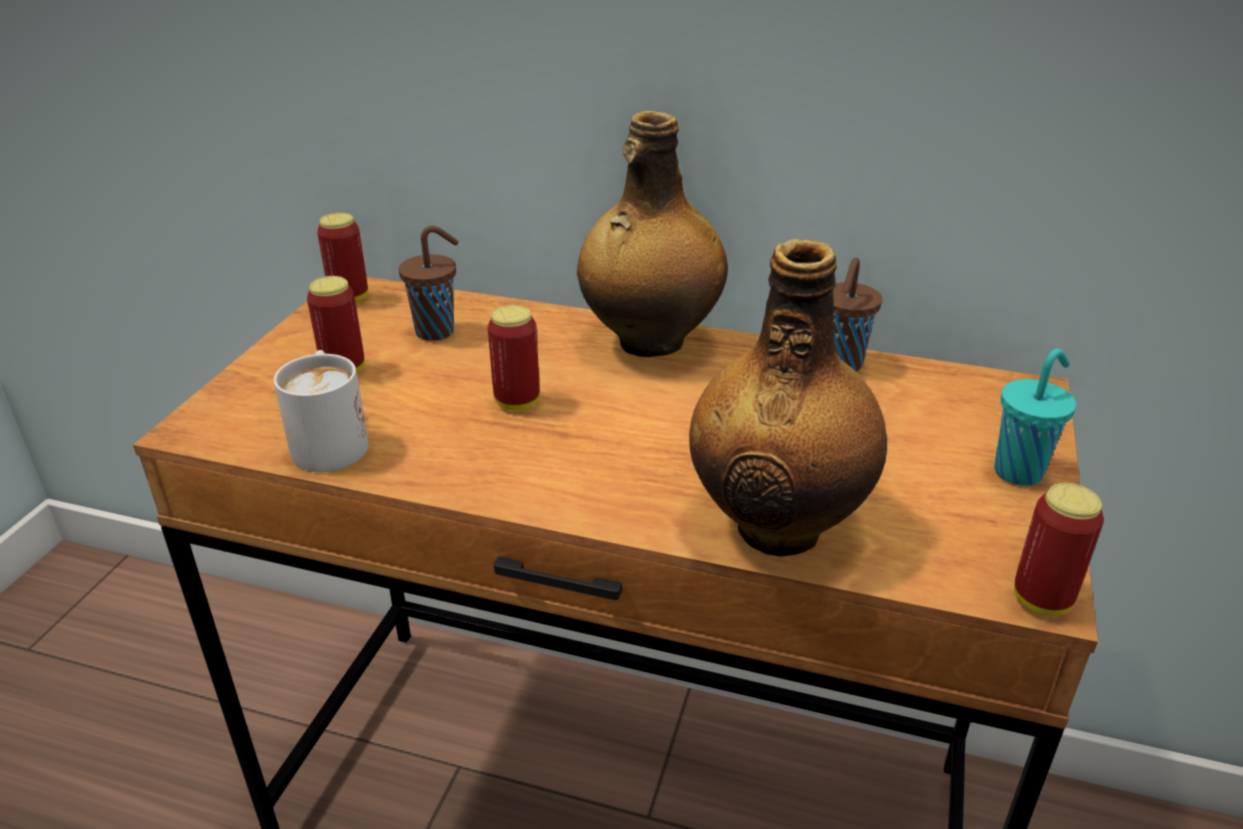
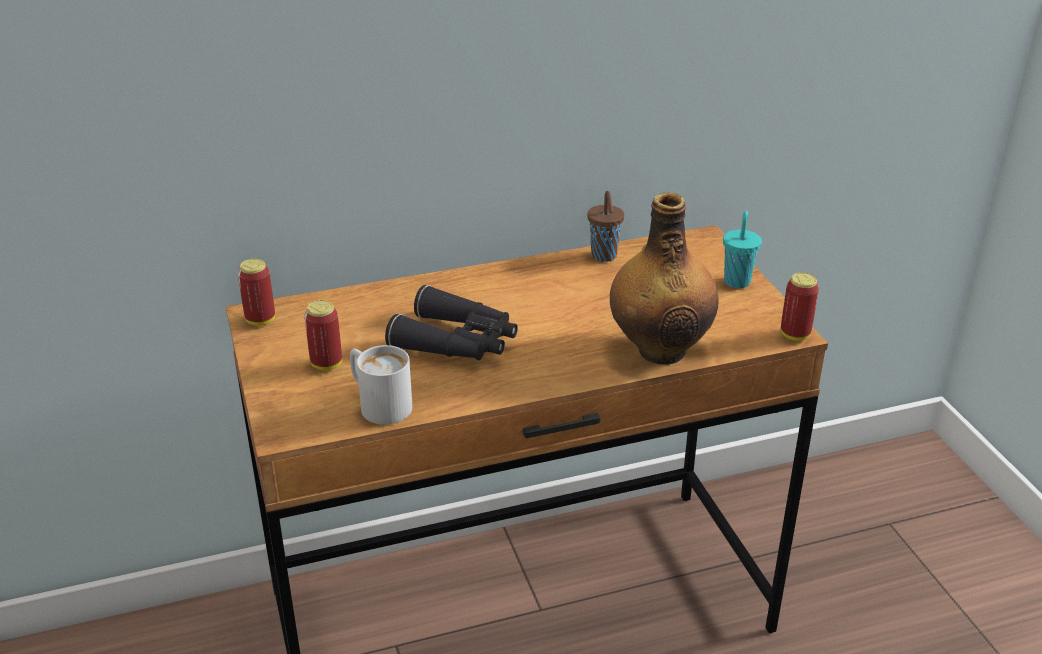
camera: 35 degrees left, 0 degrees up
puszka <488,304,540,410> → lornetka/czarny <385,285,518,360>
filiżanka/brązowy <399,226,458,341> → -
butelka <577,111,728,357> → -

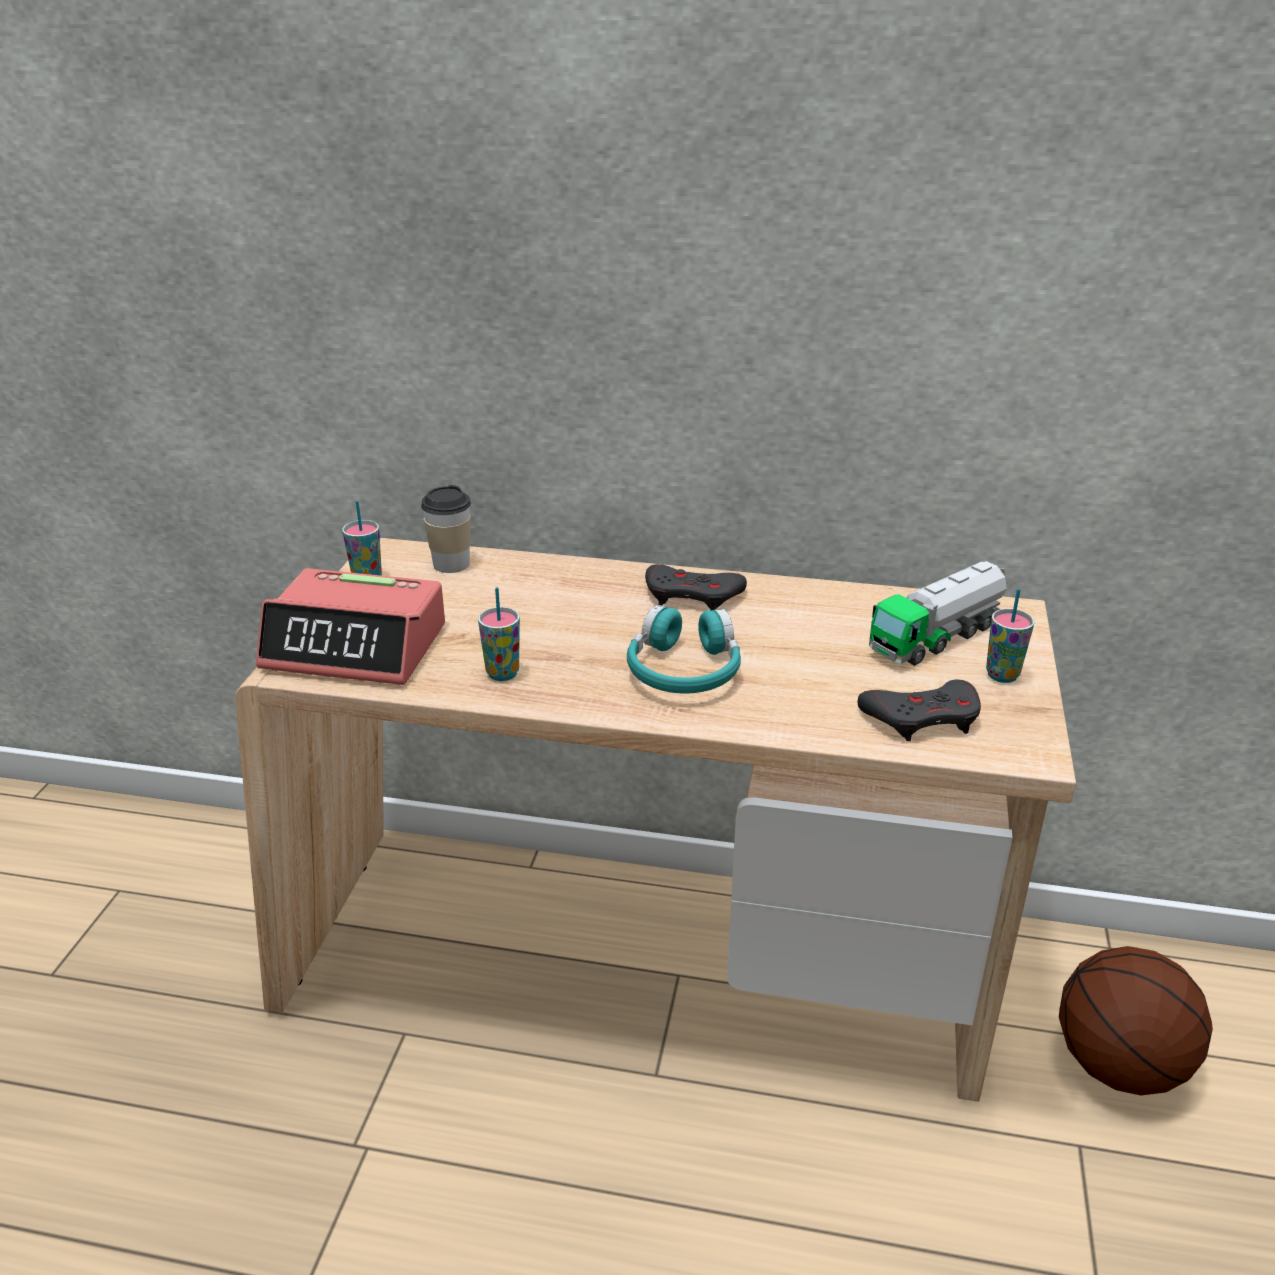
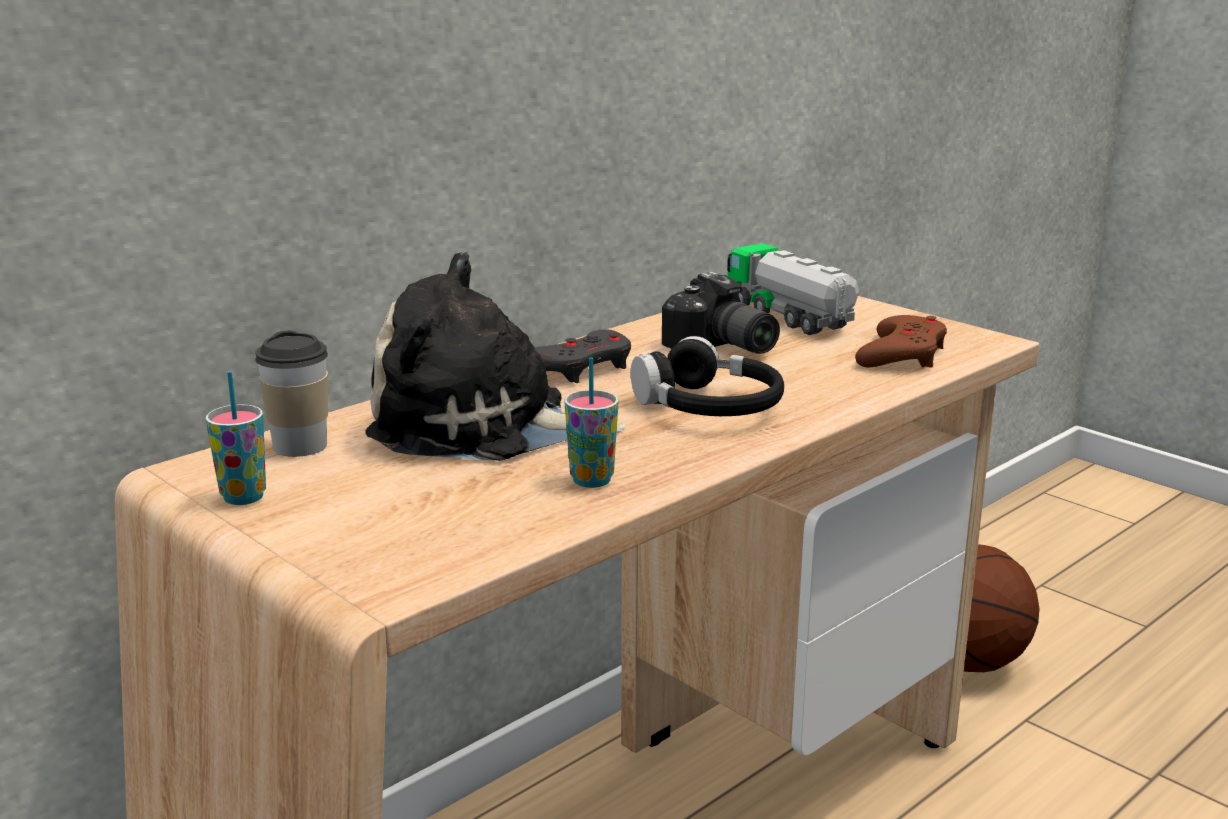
camera: 55 degrees left, 10 degrees down
- → pluszak <365,251,626,461>
słuchawki/turkusowy <627,605,741,694> → słuchawki/czarny <631,336,784,416>
- → aparat fotograficzny <662,272,780,354>
ciężarówka zabawkowa <869,561,1007,666> → ciężarówka zabawkowa <727,244,859,335>, 150 degrees clockwise
pad do gier/szary <858,680,981,741> → pad do gier/brązowy <855,315,947,368>
budzik <256,568,445,685> → -
filiżanka <986,589,1035,683> → -

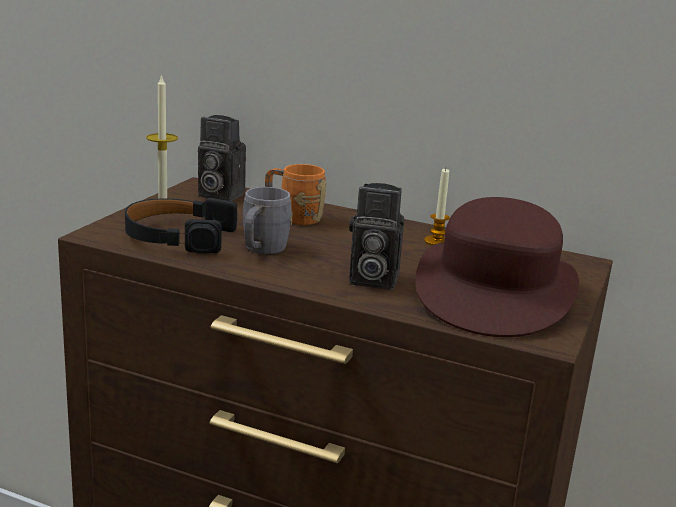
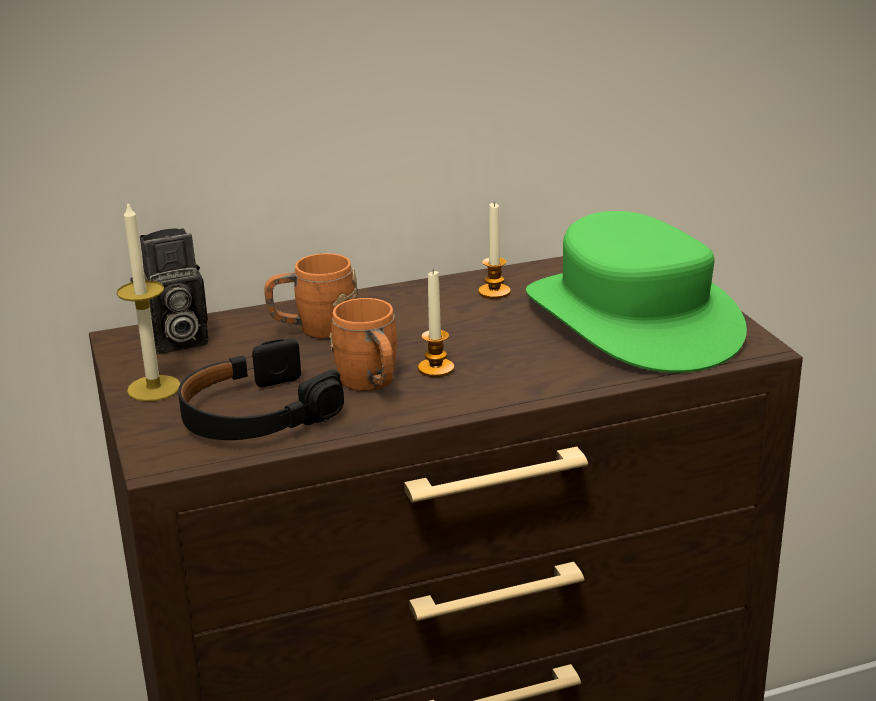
camera: 40 degrees left, 5 degrees up
kubek/szary <243,187,293,254> → kubek/pomarańczowy <329,298,397,391>
- → świeca <418,271,454,377>
kapelusz/brązowy <415,197,579,337> → kapelusz/zielony <526,211,747,373>
aparat fotograficzny <349,183,404,290> → -

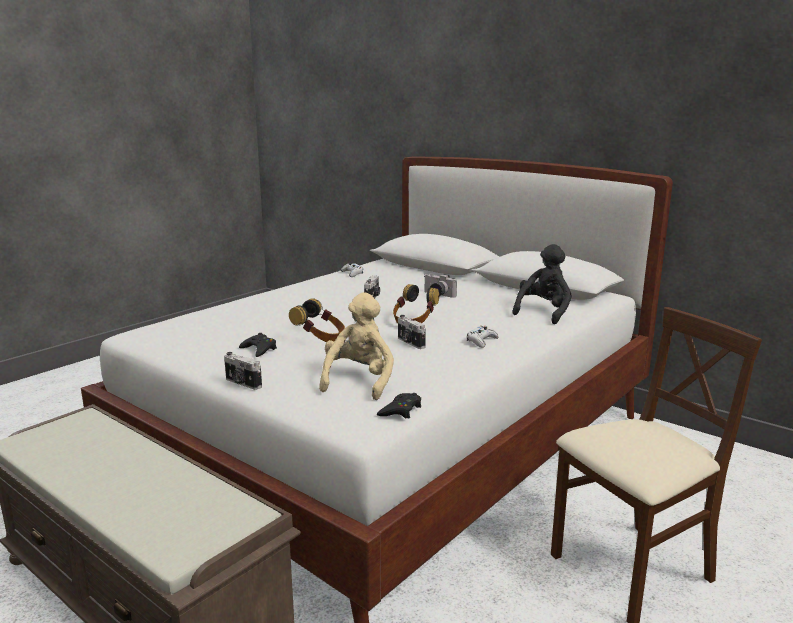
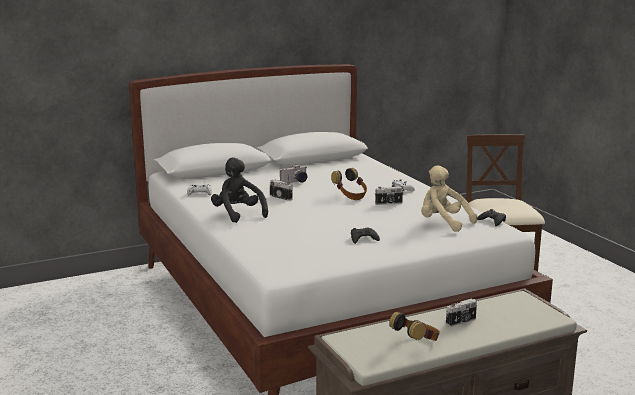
camera: 65 degrees left, 0 degrees up
pluszak/czarny <512,244,572,324> → pluszak/czarny <211,158,268,223>, shifted
słuchawki <289,298,345,342> → słuchawki <389,312,440,341>, shifted
aparat fotograficzny <224,352,262,390> → aparat fotograficzny <446,298,477,327>, shifted

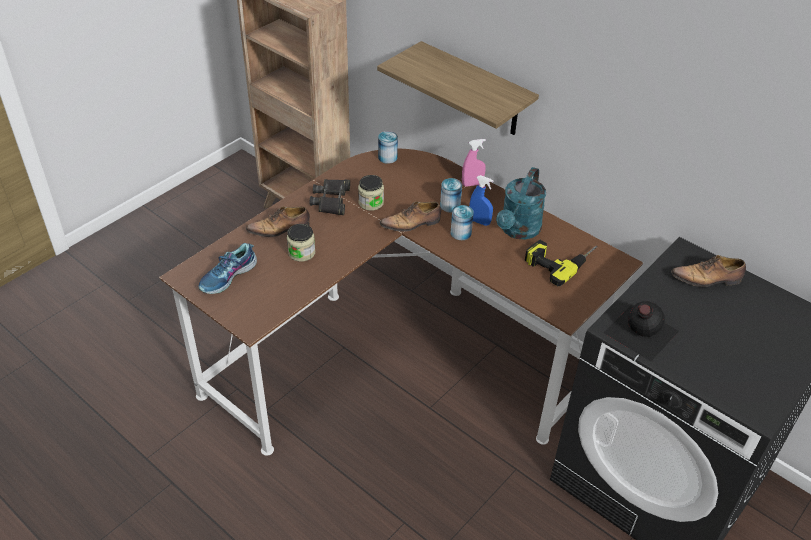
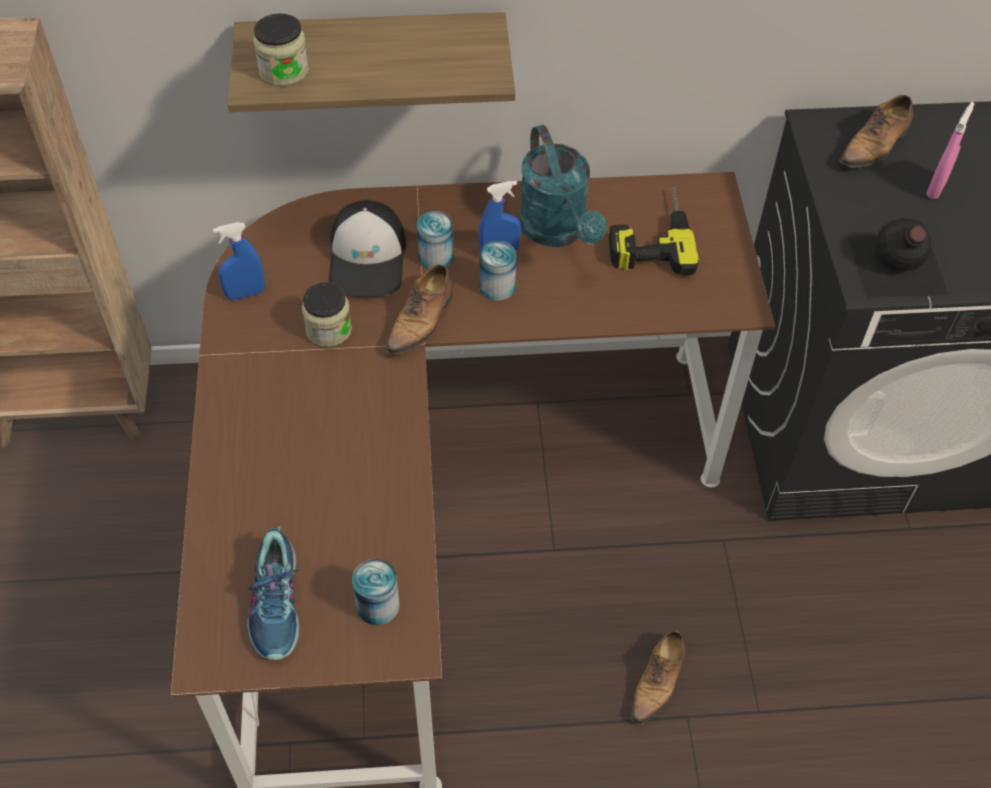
camera: 45 degrees left, 10 degrees up
- → spryskiwacz/niebieski <213,222,265,300>
słoik <287,224,315,262> → słoik <253,13,309,86>, shifted
- → czapka z daszkiem <329,200,406,297>
puszka <378,131,398,164> → puszka <352,559,400,625>, shifted
but <246,207,310,237> → but <630,631,686,725>, shifted
spryskiwacz/różowy <462,139,486,187> → spryskiwacz/różowy <926,102,975,199>, shifted
lornetka/czarny <310,179,350,215> → -

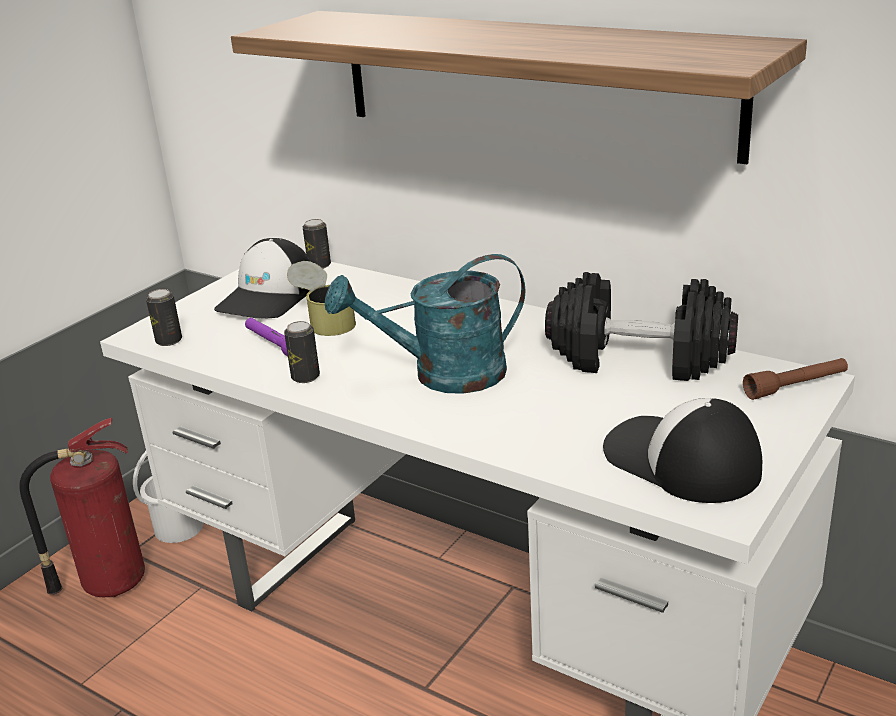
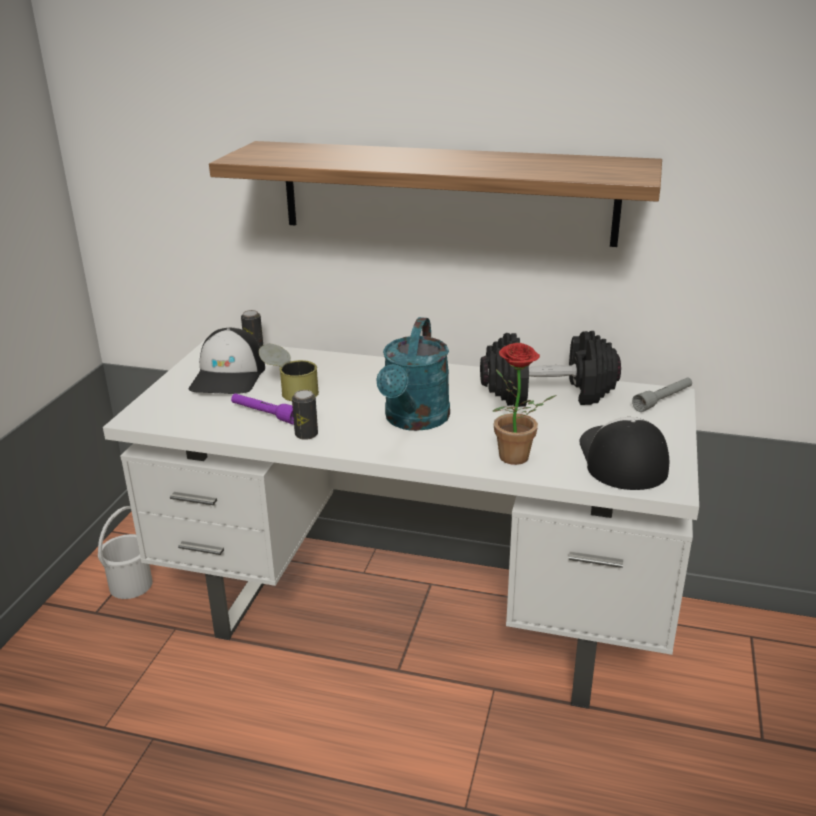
camera: 20 degrees left, 0 degrees up
konewka/turkusowy <325,254,525,394> → konewka/turkusowy <376,317,450,431>, 45 degrees counterclockwise
- → roślina doniczkowa <493,343,556,465>
czapka z daszkiem <603,398,762,503> → czapka z daszkiem <579,417,669,490>, 60 degrees clockwise
latarka/brązowy <743,358,848,400> → latarka/szary <632,377,692,412>
gaśnica <20,418,145,597> → -
puszka <146,289,182,346> → -

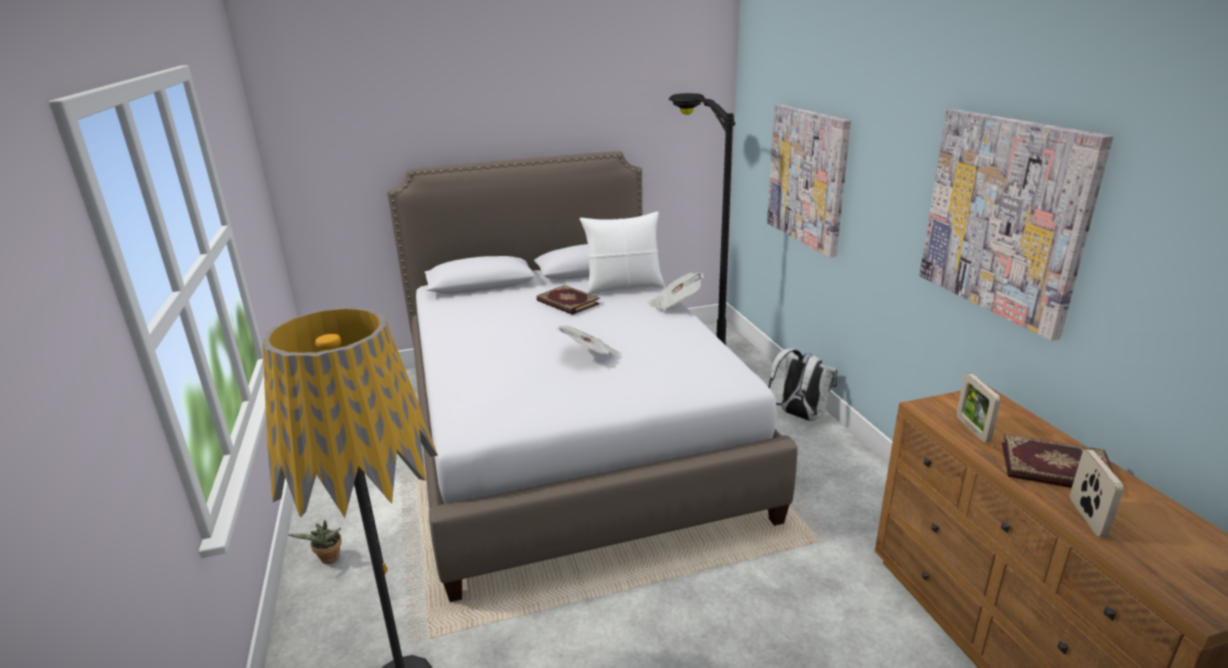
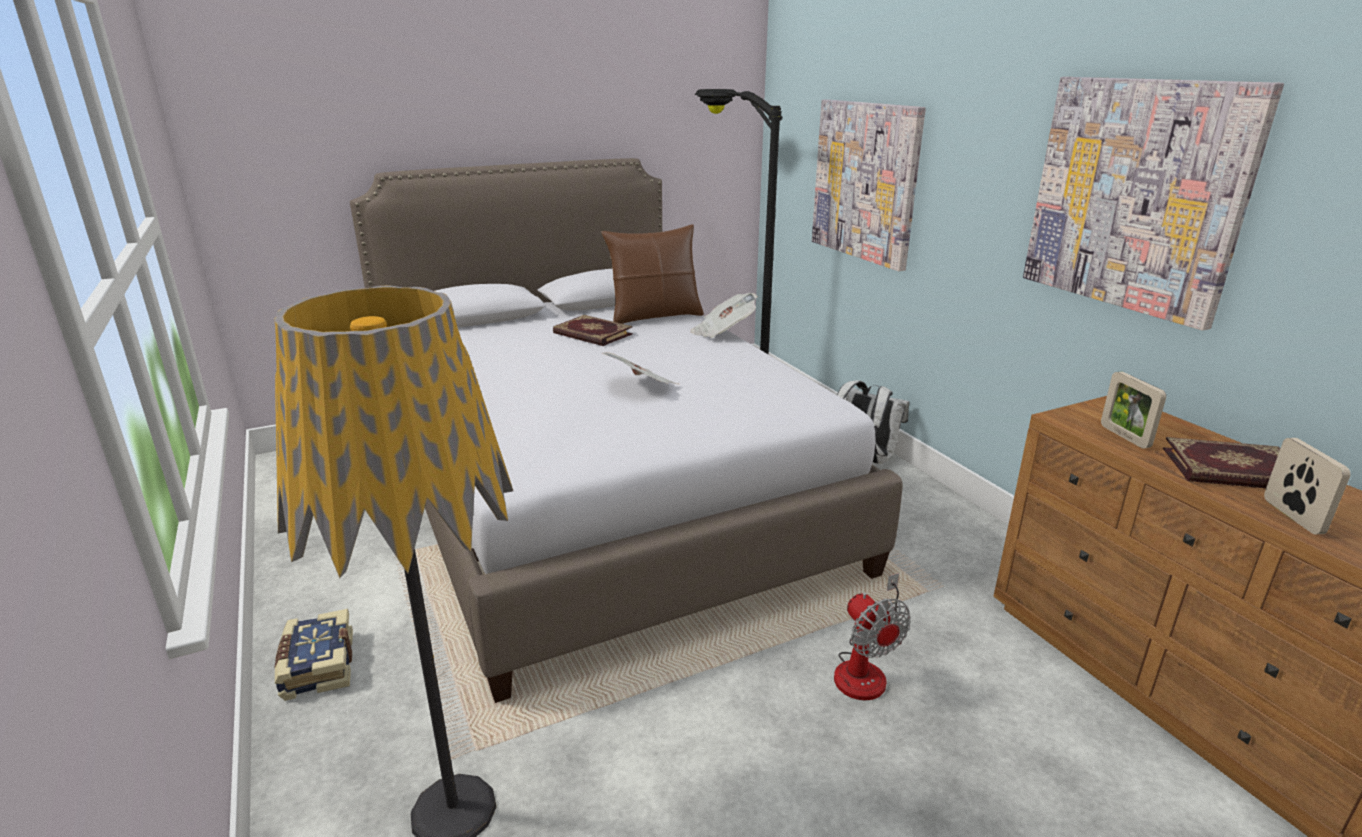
camera: 10 degrees left, 0 degrees up
roślina doniczkowa <288,520,342,564> → książka <275,609,353,701>
poduszka/biały <580,212,665,294> → poduszka/brązowy <601,224,704,324>
- → wentylator <834,573,911,700>

